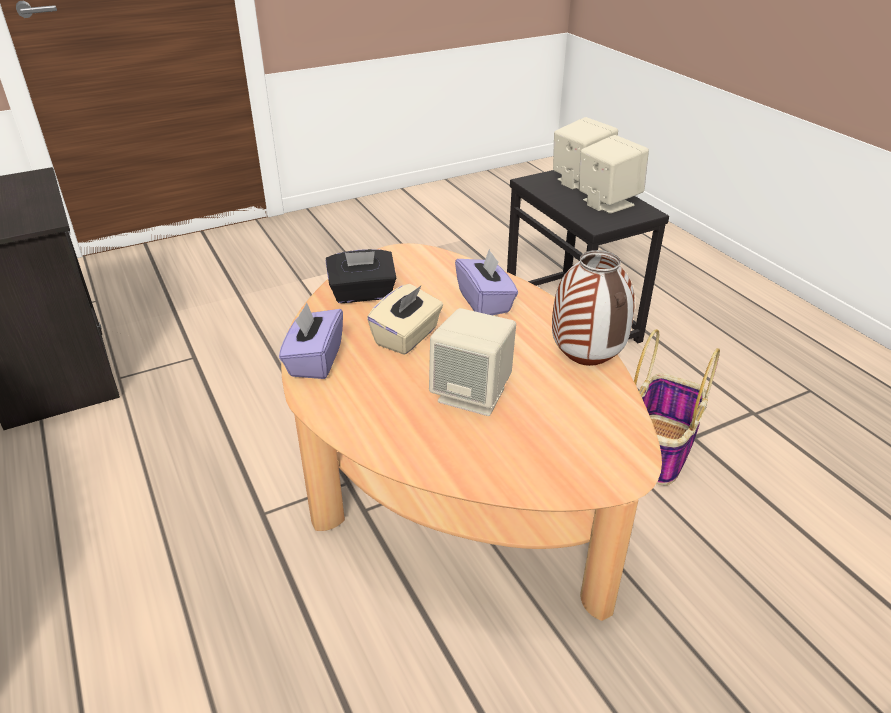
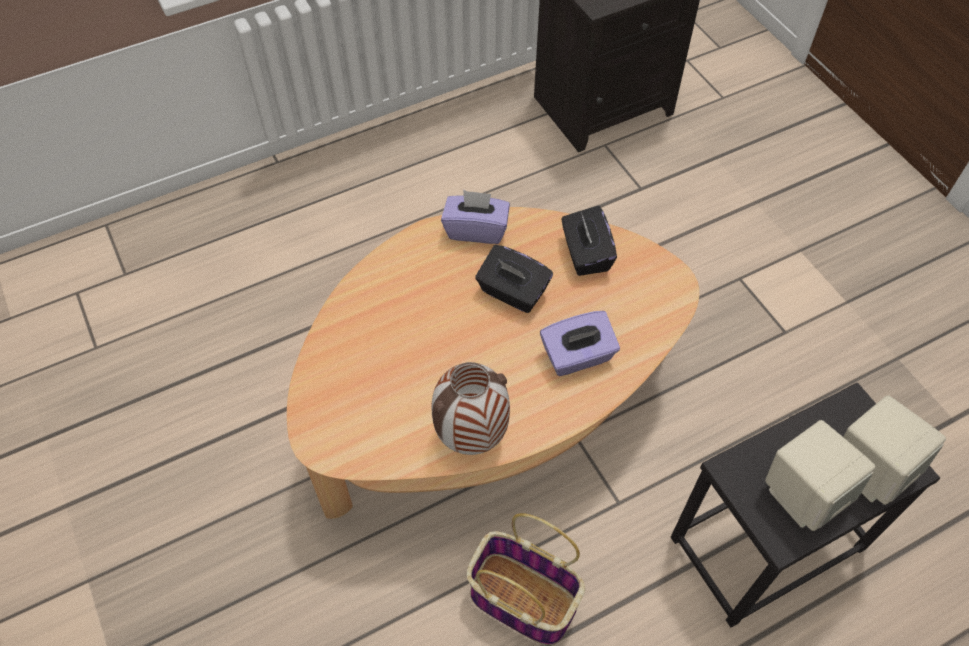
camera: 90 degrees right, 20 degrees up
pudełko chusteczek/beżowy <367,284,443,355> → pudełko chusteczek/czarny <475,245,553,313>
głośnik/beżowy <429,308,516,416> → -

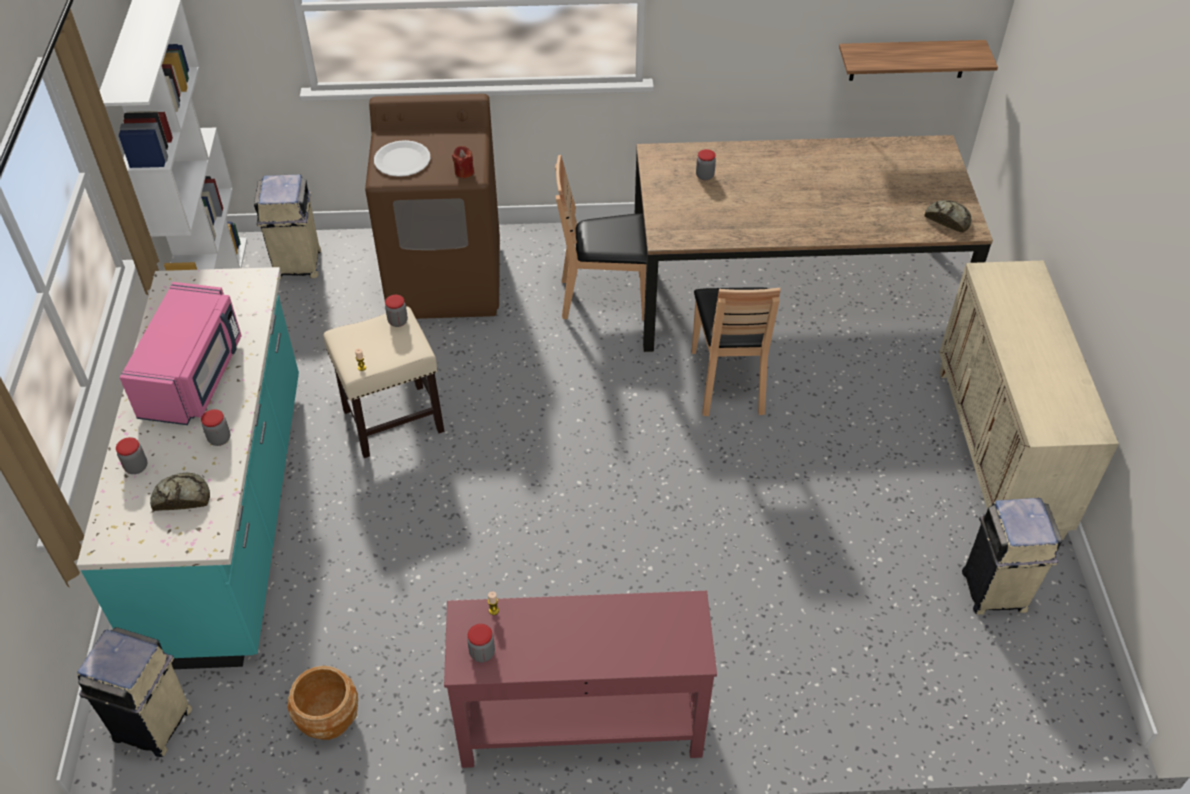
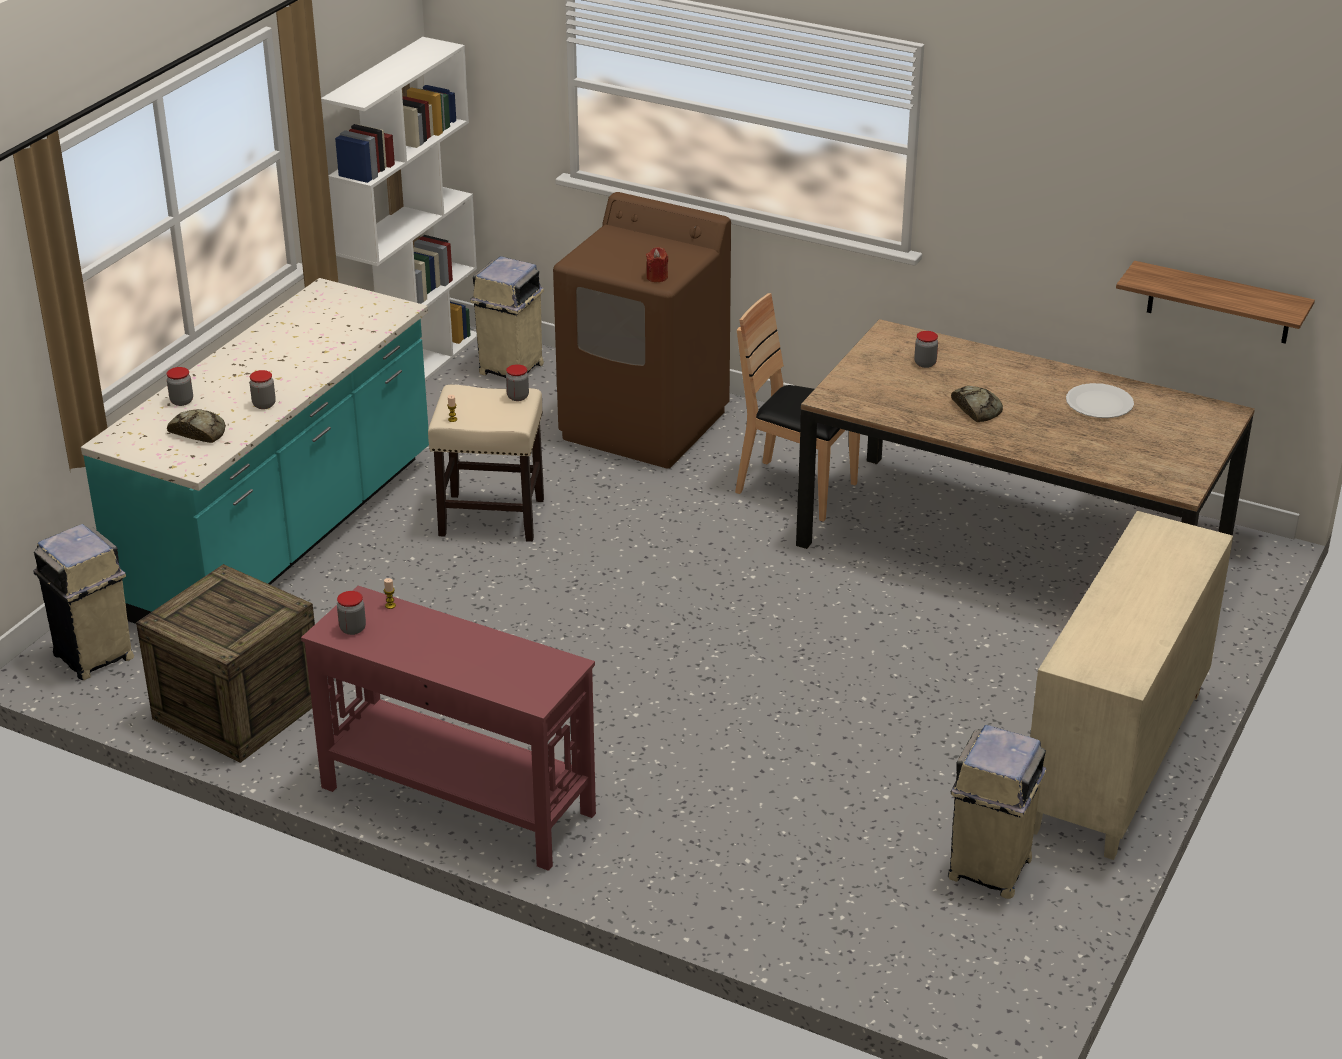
camera: 30 degrees right, 15 degrees down
donica/brązowy <287,666,358,740> → skrzynka <136,564,315,763>
chleb <925,200,971,233> → chleb <951,386,1003,422>, shifted
talerz/biały <374,140,431,177> → talerz/biały <1066,383,1134,418>, shifted
mikrofalówka/różowy <120,282,242,425> → -
krzesło/brązowy <692,287,781,416> → -

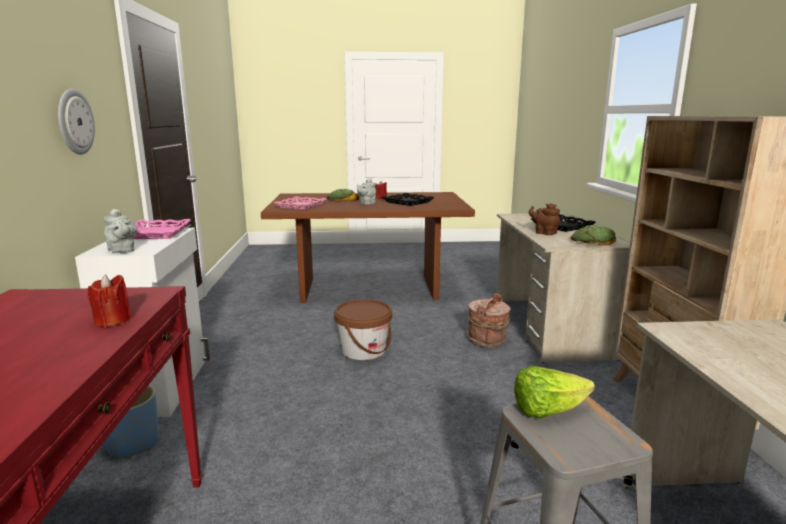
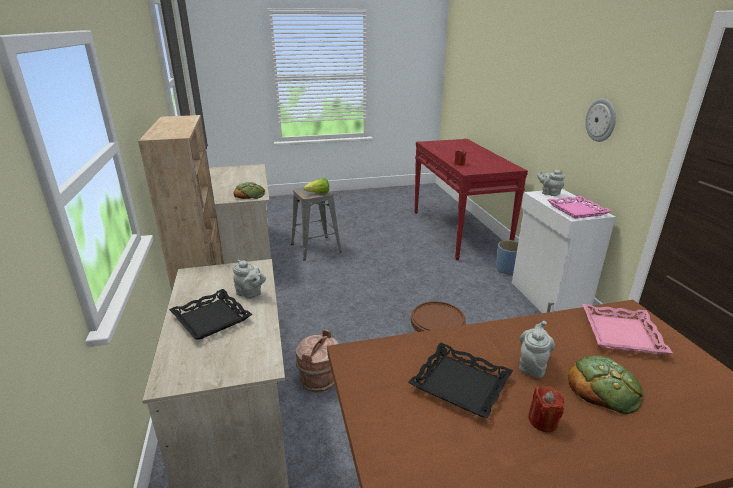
camera: 170 degrees right, 10 degrees up
imbryk/brązowy <529,203,560,235> → imbryk/szary <233,260,266,299>
chleb <570,225,616,245> → chleb <234,182,265,199>, shifted

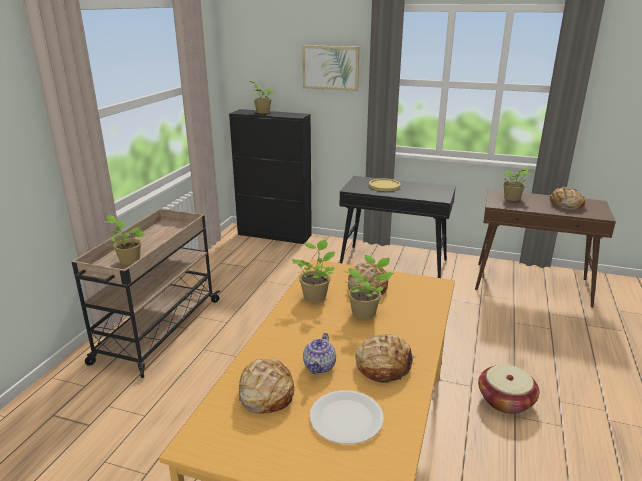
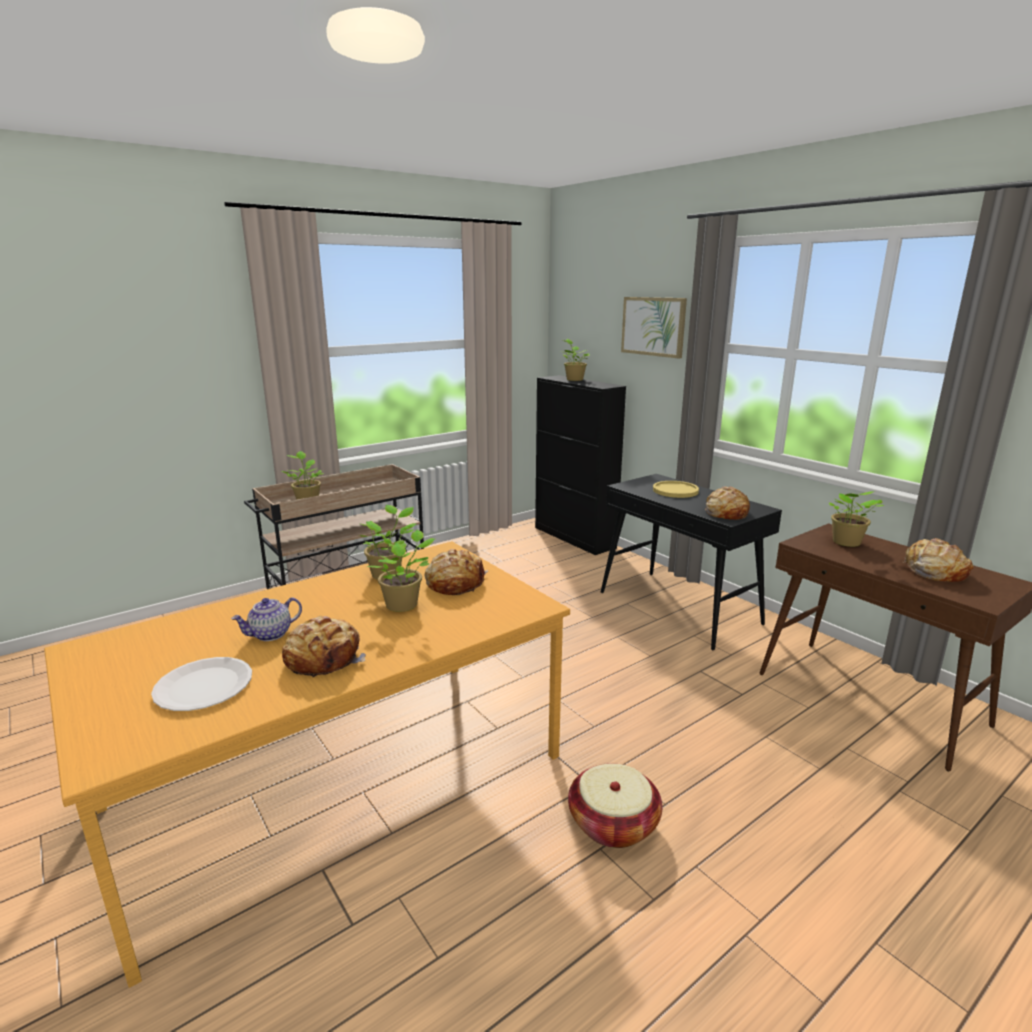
camera: 35 degrees right, 5 degrees down
chleb <238,358,294,413> → chleb <705,486,750,520>, shifted

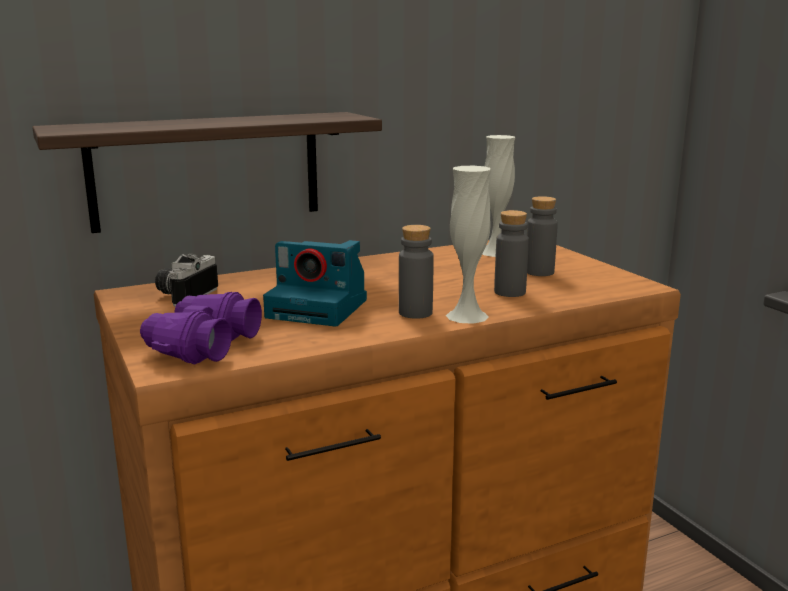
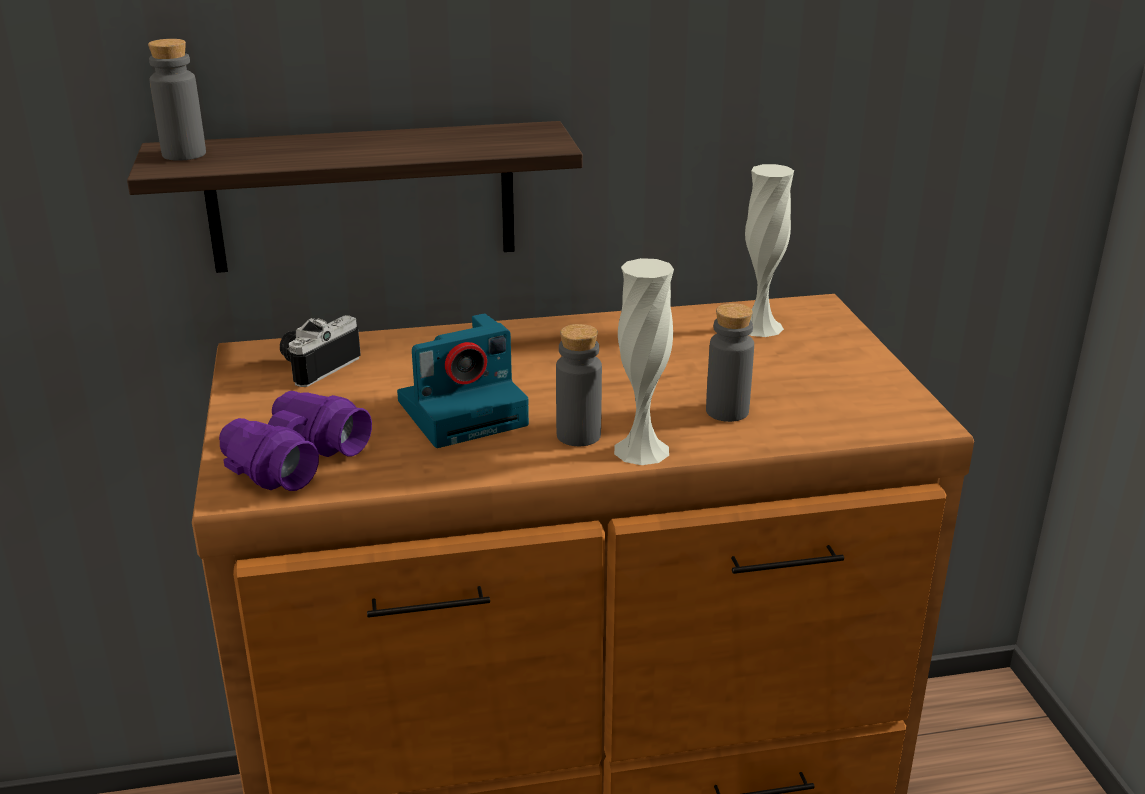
camera: 15 degrees right, 10 degrees up
butelka/szary <527,196,558,276> → butelka/szary <148,39,206,161>, shifted
aparat fotograficzny <263,240,367,327> → aparat fotograficzny <397,313,529,448>, 60 degrees counterclockwise

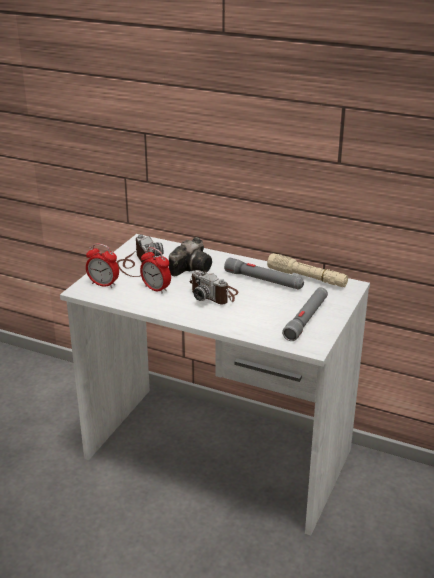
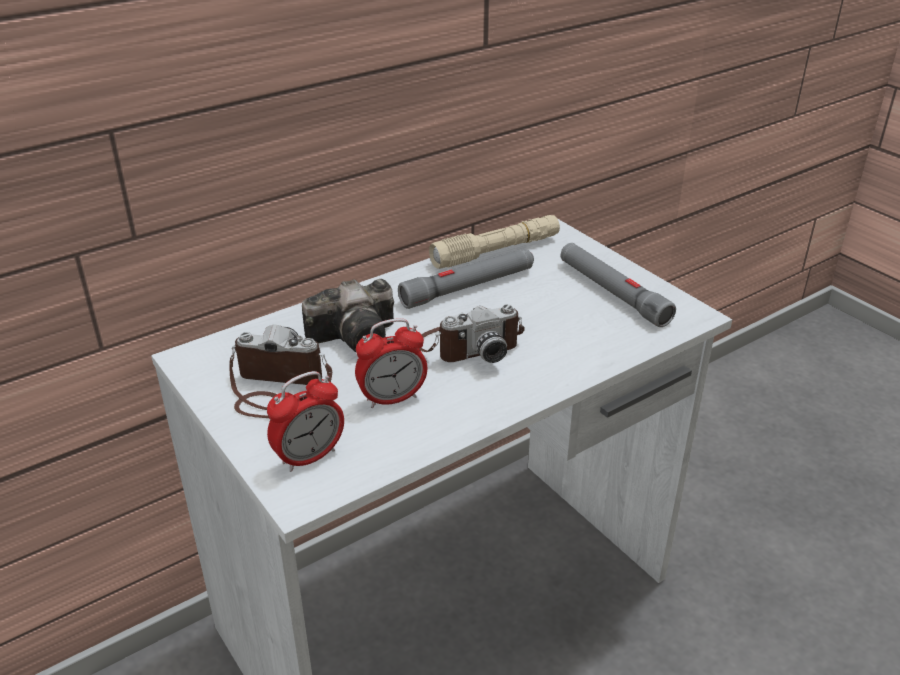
camera: 60 degrees left, 5 degrees up
aparat fotograficzny <169,237,212,276> → aparat fotograficzny <302,279,394,352>, 90 degrees clockwise

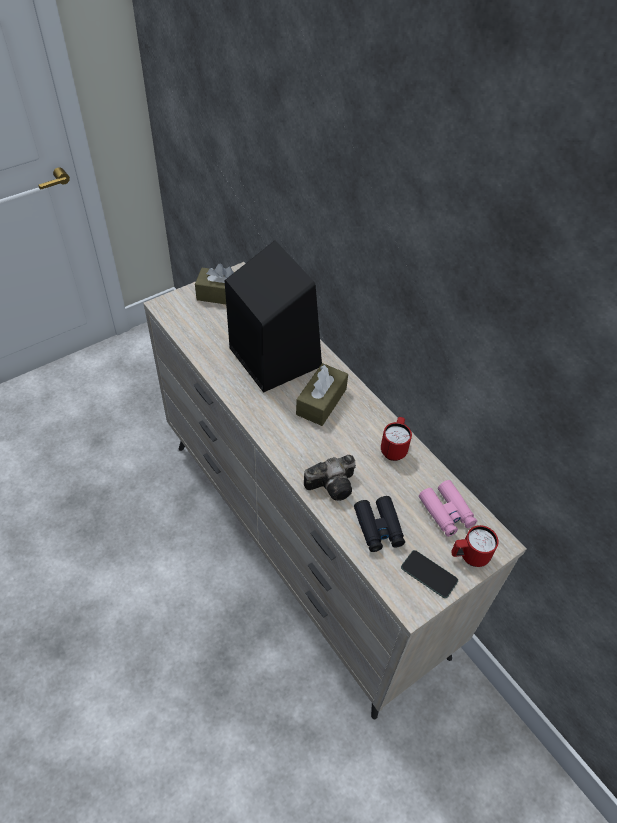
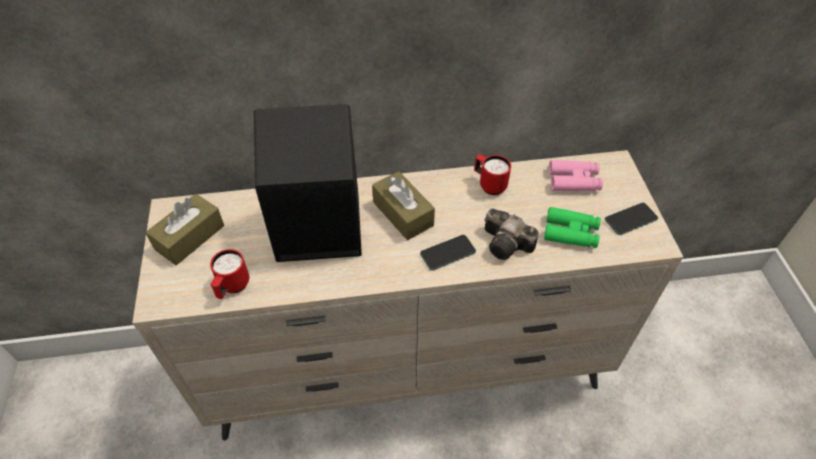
camera: 60 degrees left, 0 degrees up
kubek/czerwony <451,525,499,567> → kubek/czerwony <210,249,249,299>, shifted
- → telefon <420,235,476,271>
aparat fotograficzny <304,455,356,501> → aparat fotograficzny <485,208,539,260>, 120 degrees clockwise
lornetka/czarny <354,496,405,552> → lornetka/zielony <544,207,601,248>

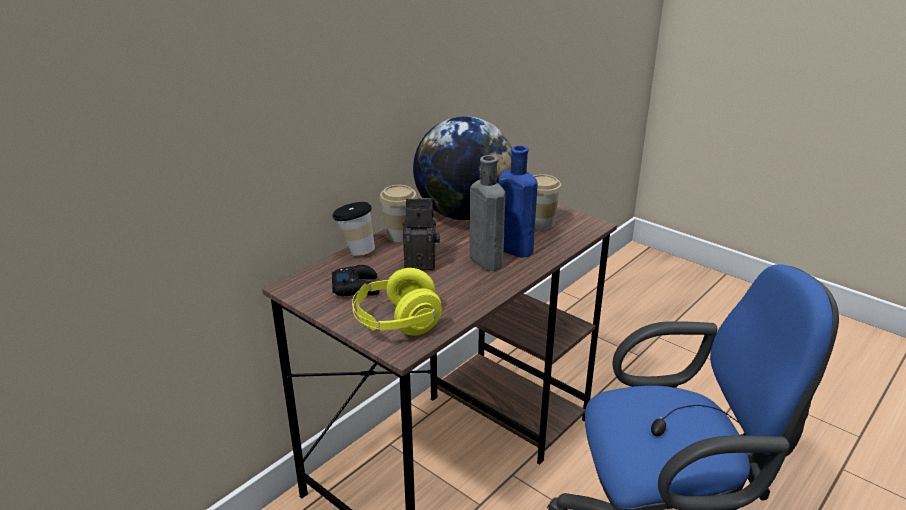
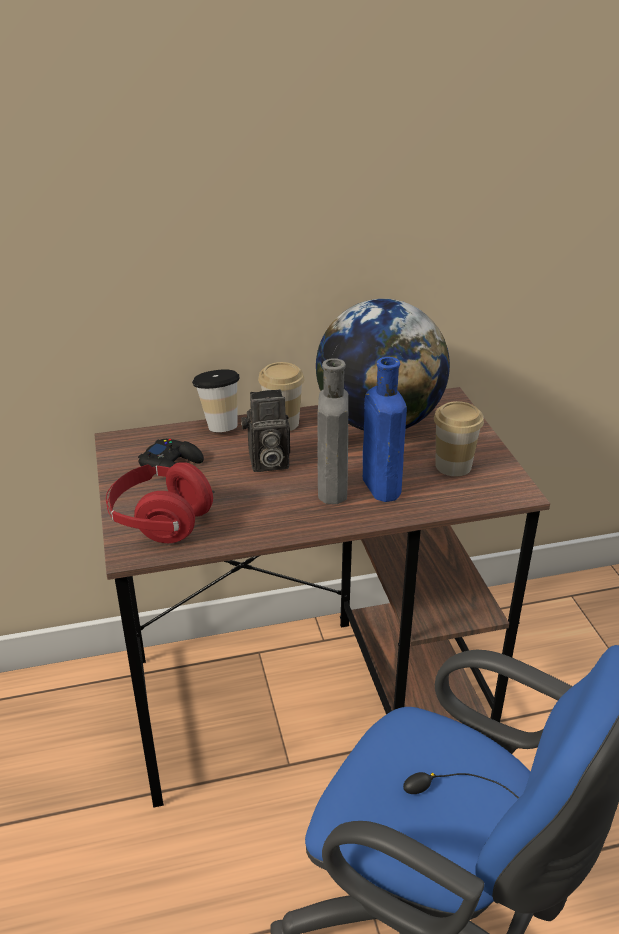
camera: 35 degrees right, 5 degrees up
słuchawki/żółty <352,268,442,336> → słuchawki/czerwony <106,463,215,543>
aparat fotograficzny <403,198,440,271> → aparat fotograficzny <241,389,290,472>, 135 degrees clockwise

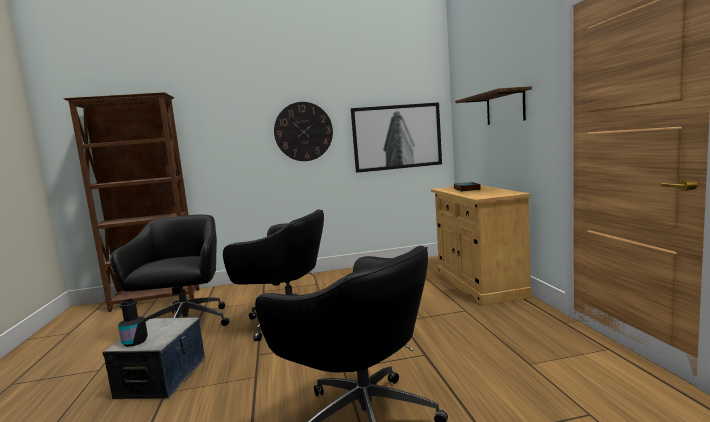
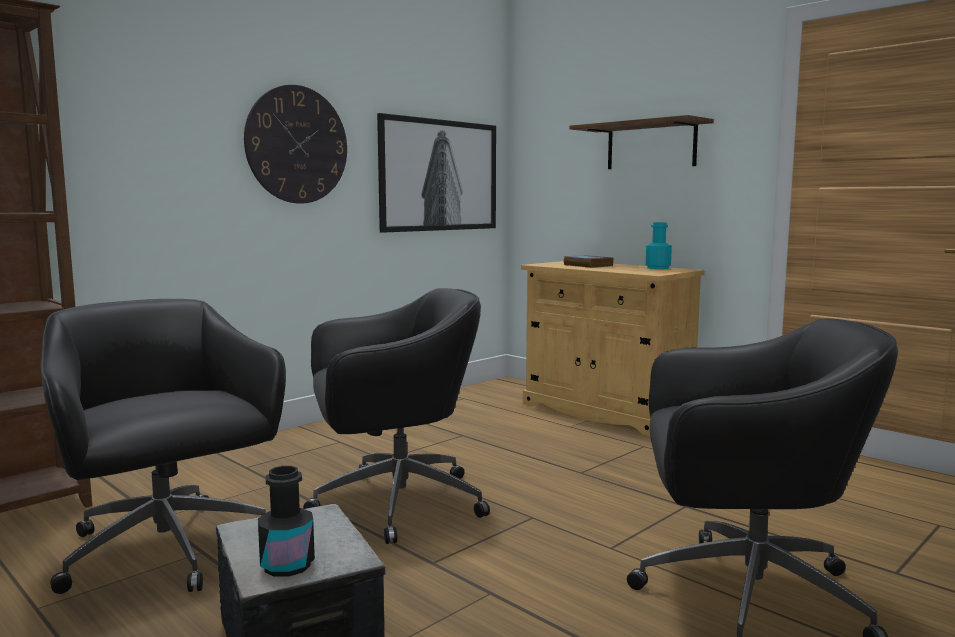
camera: 35 degrees left, 0 degrees up
- → butelka/turkusowy <646,222,672,269>

